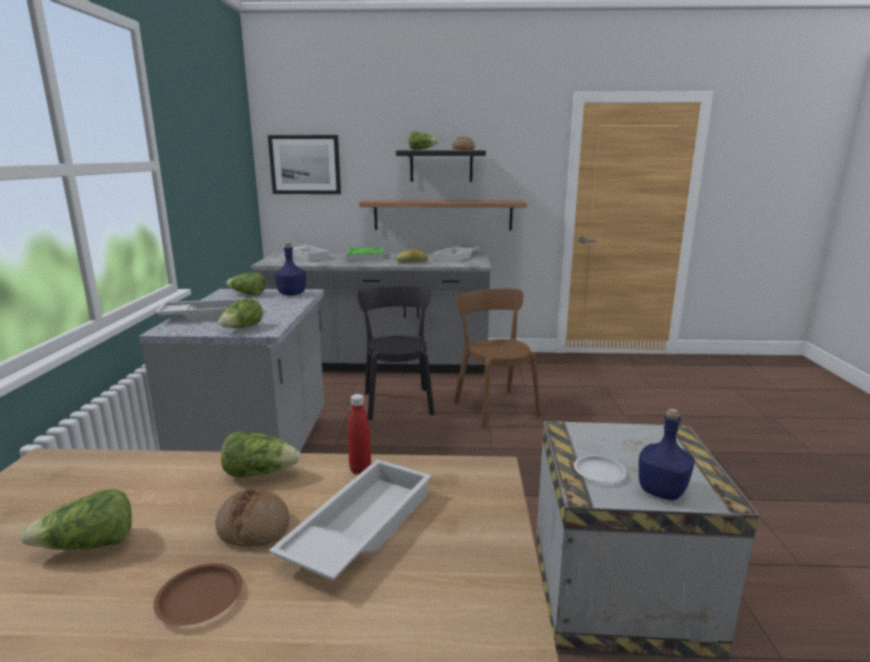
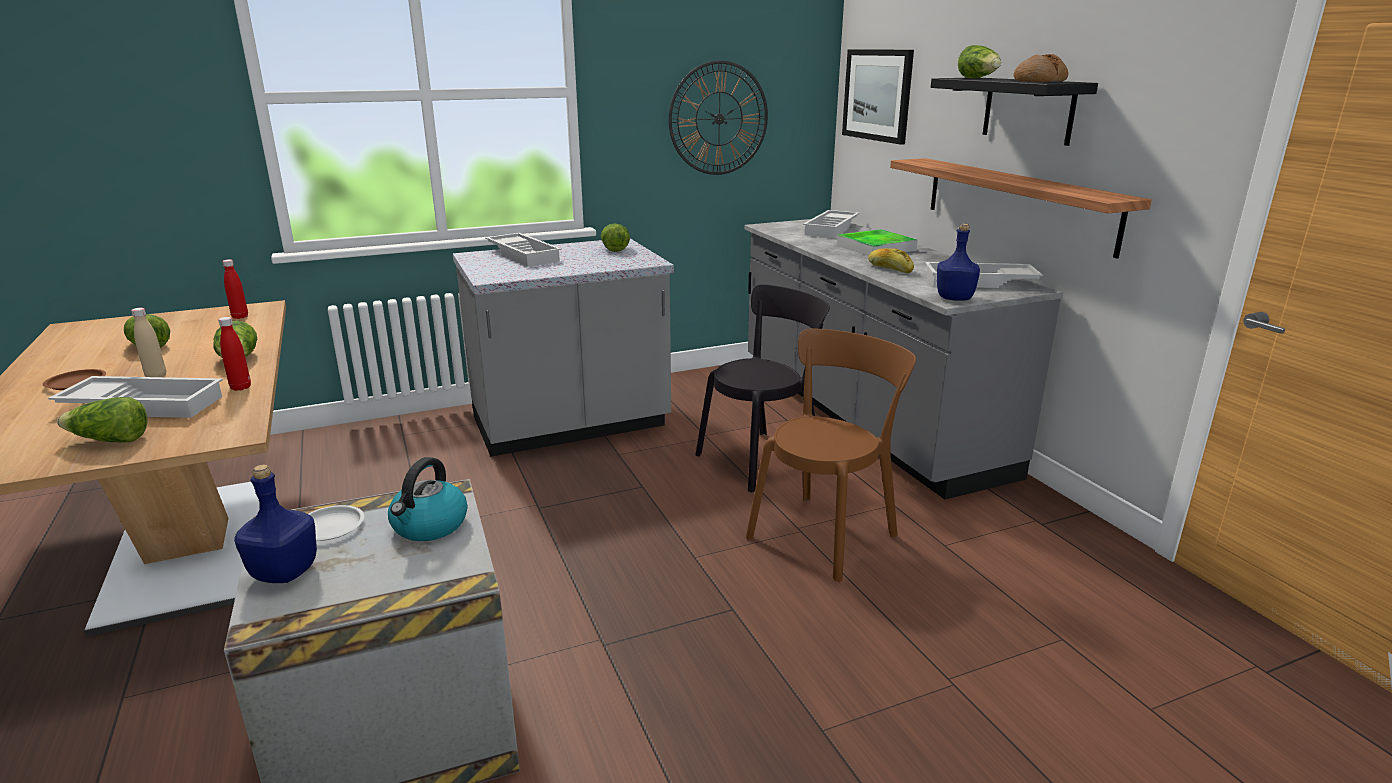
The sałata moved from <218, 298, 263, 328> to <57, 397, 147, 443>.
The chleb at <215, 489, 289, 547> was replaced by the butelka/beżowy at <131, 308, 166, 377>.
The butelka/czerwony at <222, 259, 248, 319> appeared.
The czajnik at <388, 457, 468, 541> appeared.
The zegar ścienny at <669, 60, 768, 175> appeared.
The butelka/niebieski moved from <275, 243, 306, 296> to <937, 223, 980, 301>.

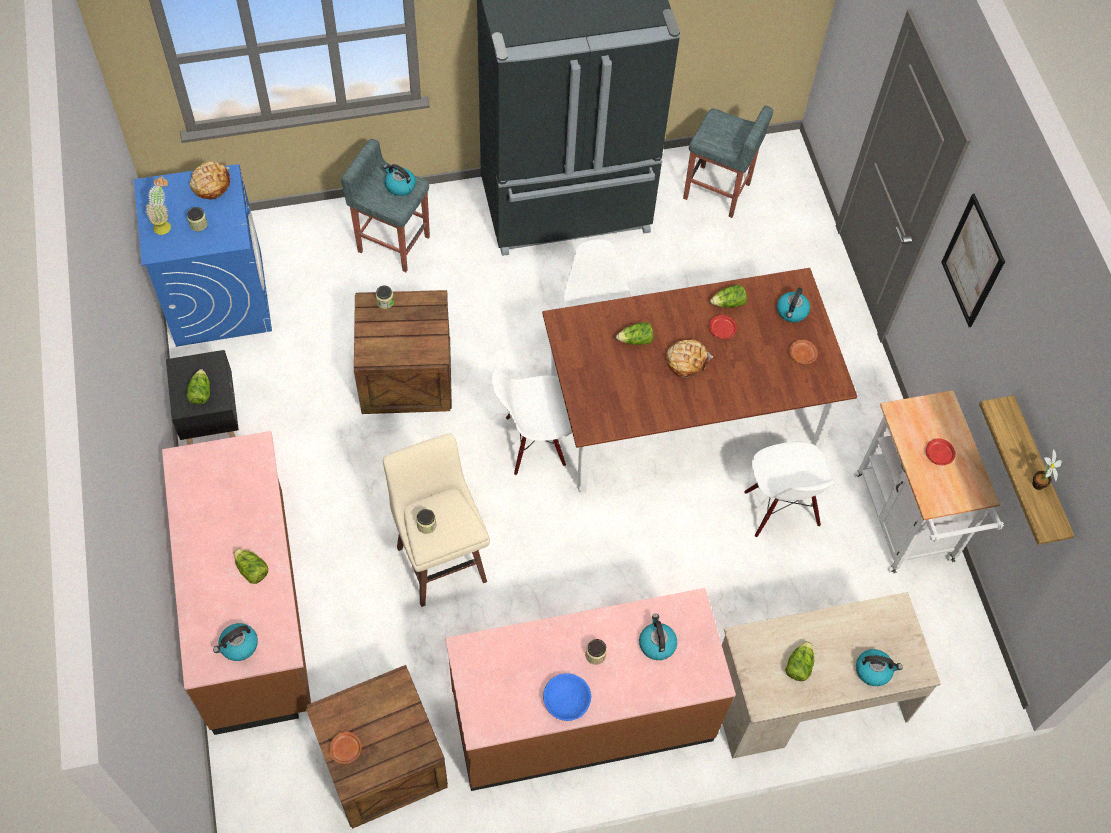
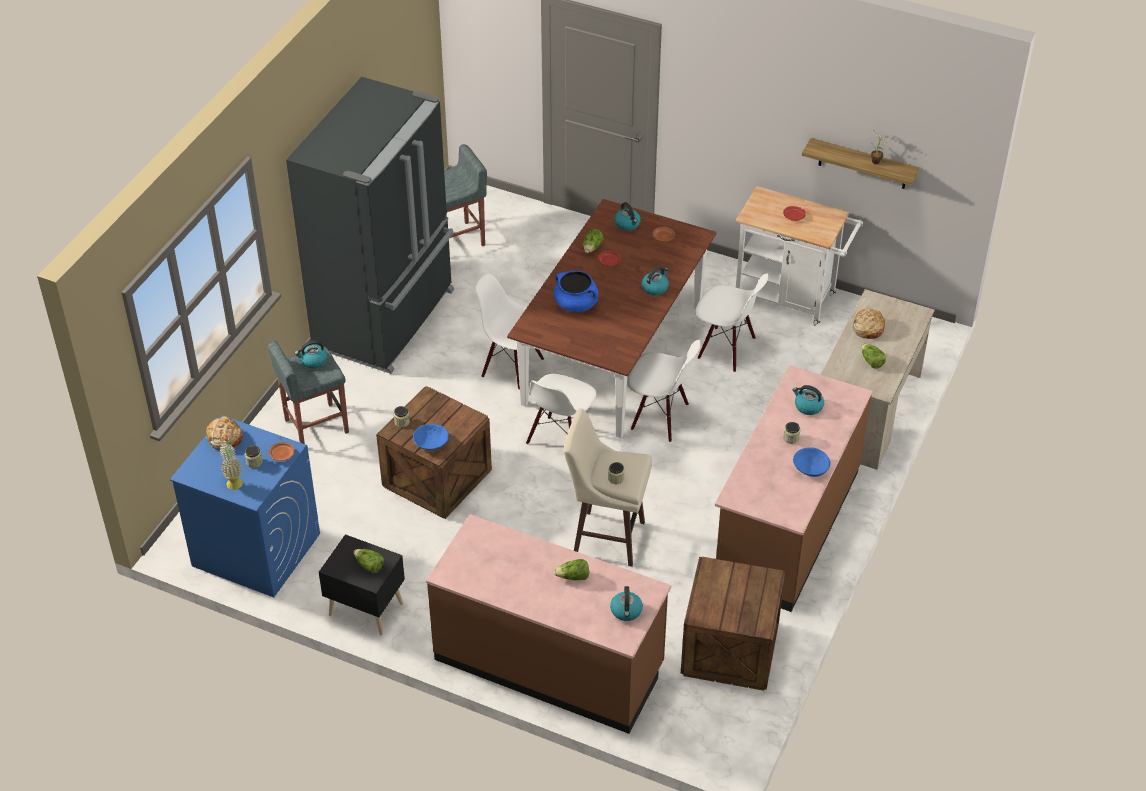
The talerz/brązowy moved from <329, 731, 362, 764> to <269, 442, 294, 461>.
The miska/niebieski at <413, 424, 449, 450> appeared.
The sałata at <616, 322, 654, 345> was replaced by the garnek/niebieski at <554, 271, 598, 312>.
The krzesło/biały at <627, 340, 701, 442> appeared.
The czajnik moved from <856, 649, 902, 686> to <641, 267, 669, 295>.
The chleb moved from <666, 339, 713, 378> to <853, 308, 885, 339>.
The obraz at <941, 194, 1005, 327> disappeared.

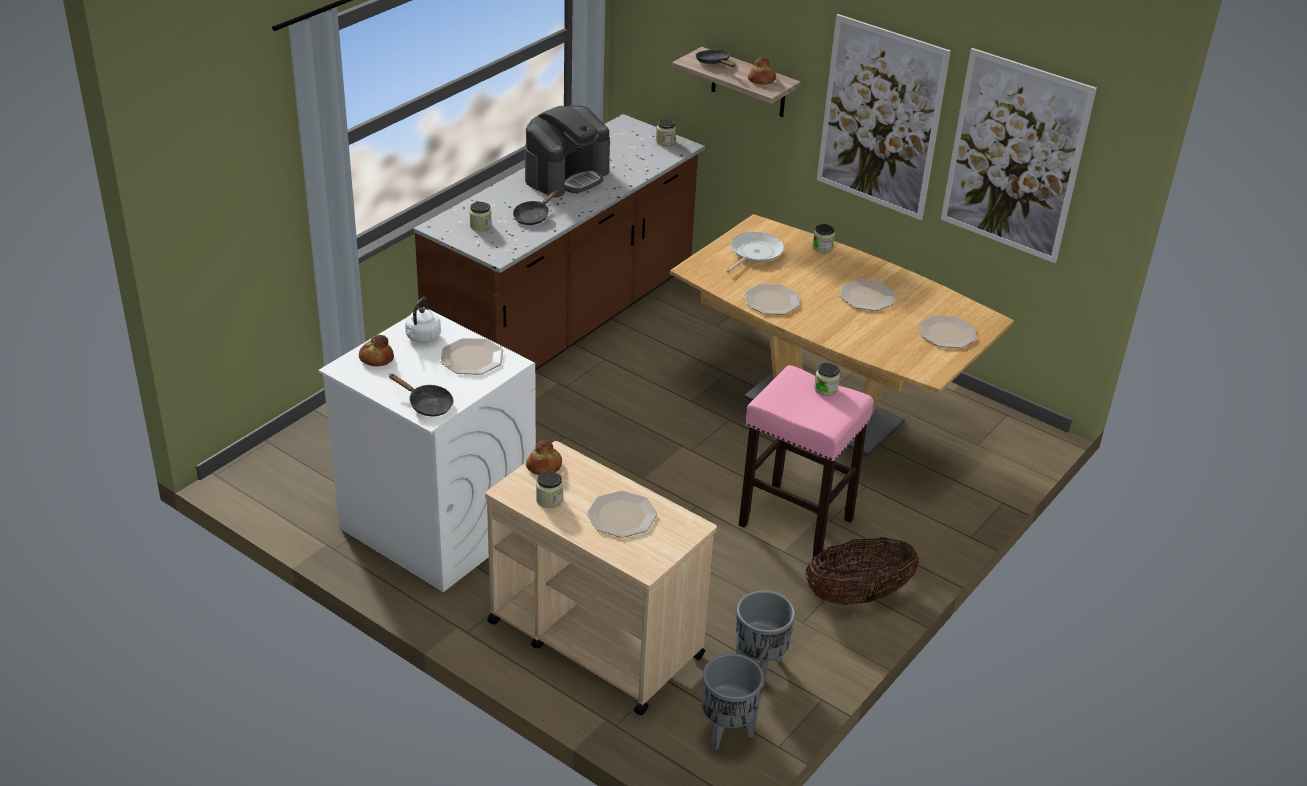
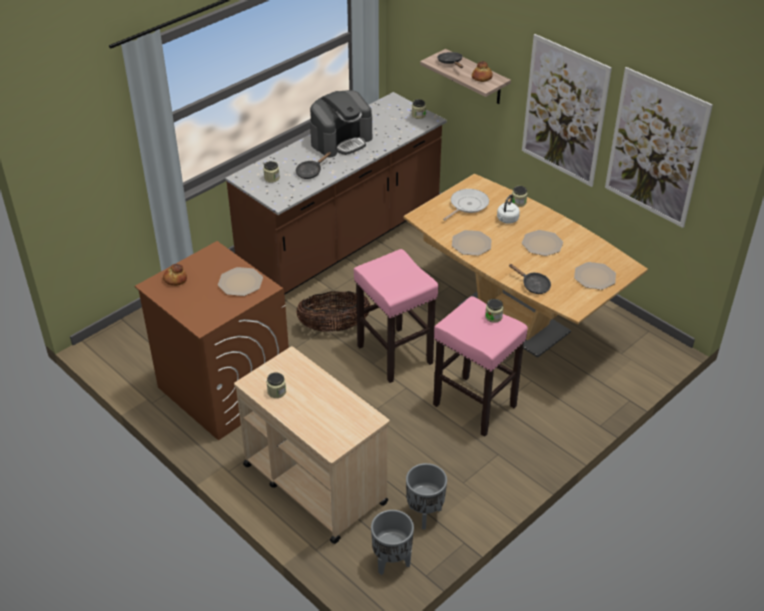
The pralka/biały at <319, 307, 536, 592> became the pralka/brązowy at <135, 241, 289, 440>.
The koszyk moved from <805, 537, 919, 605> to <296, 291, 371, 332>.
The stołek/różowy at <354, 249, 438, 383> appeared.
The czajnik/biały moved from <405, 297, 441, 343> to <497, 194, 520, 224>.
The patelnia/czarny moved from <389, 374, 453, 417> to <509, 264, 551, 294>.
The chleb at <526, 440, 562, 475> disappeared.
The talerz at <587, 491, 657, 538> disappeared.

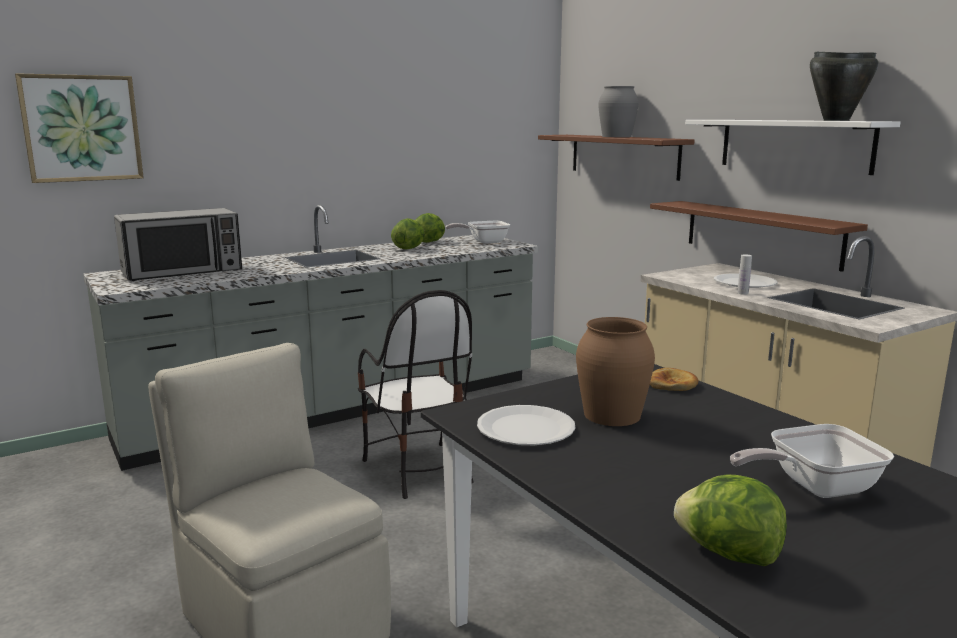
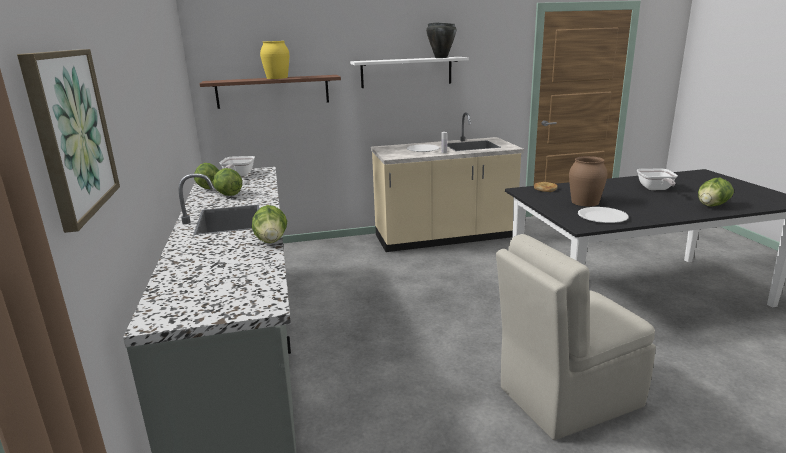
The sałata at <252, 205, 287, 243> appeared.
The wazon/szary at <598, 86, 638, 137> became the wazon/żółty at <260, 41, 289, 79>.
The mikrofalówka at <114, 208, 242, 281> disappeared.
The krzesło at <358, 290, 473, 499> disappeared.
The półka/brązowy at <650, 201, 868, 272> disappeared.

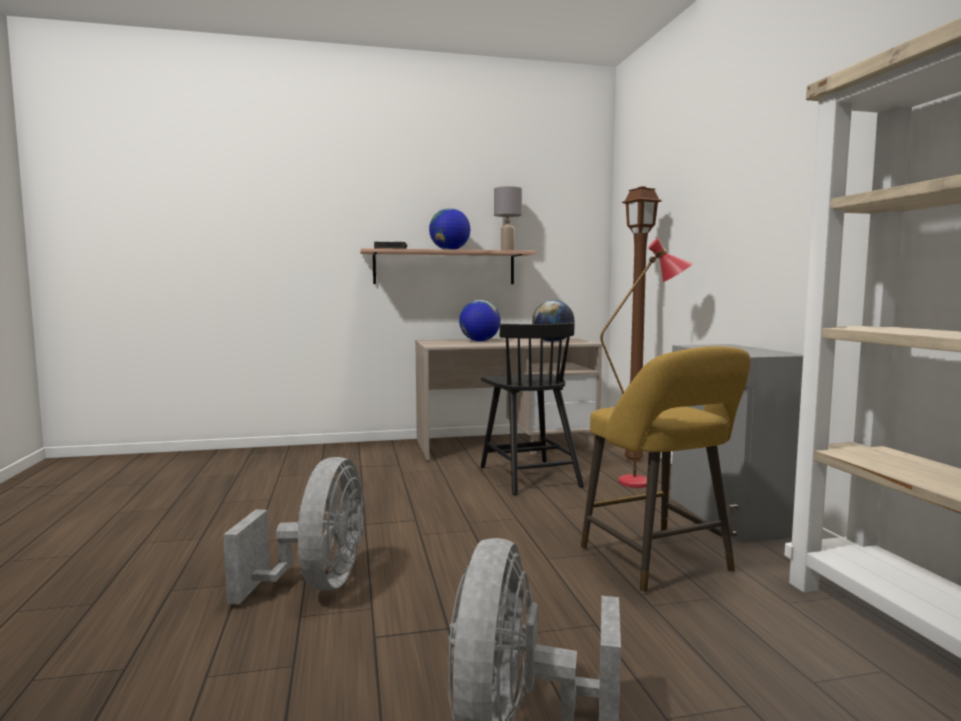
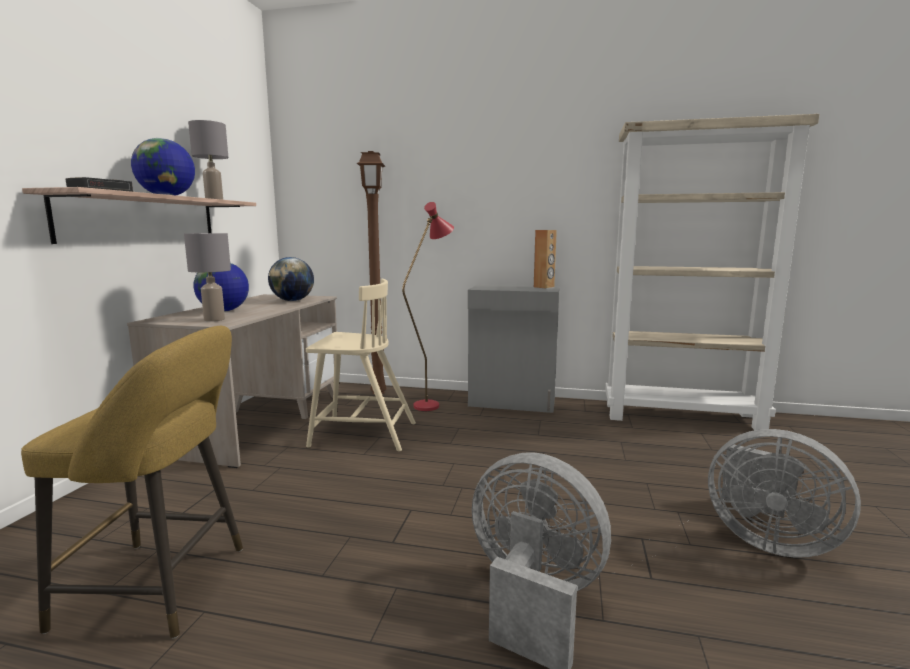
The stołek/żółty moved from <581, 346, 750, 593> to <21, 326, 243, 638>.
The lampa stołowa/szary at <184, 233, 231, 322> appeared.
The krzesło/czarny at <480, 322, 584, 495> became the krzesło/beżowy at <306, 279, 416, 452>.
The głośnik/brązowy at <534, 230, 557, 288> appeared.

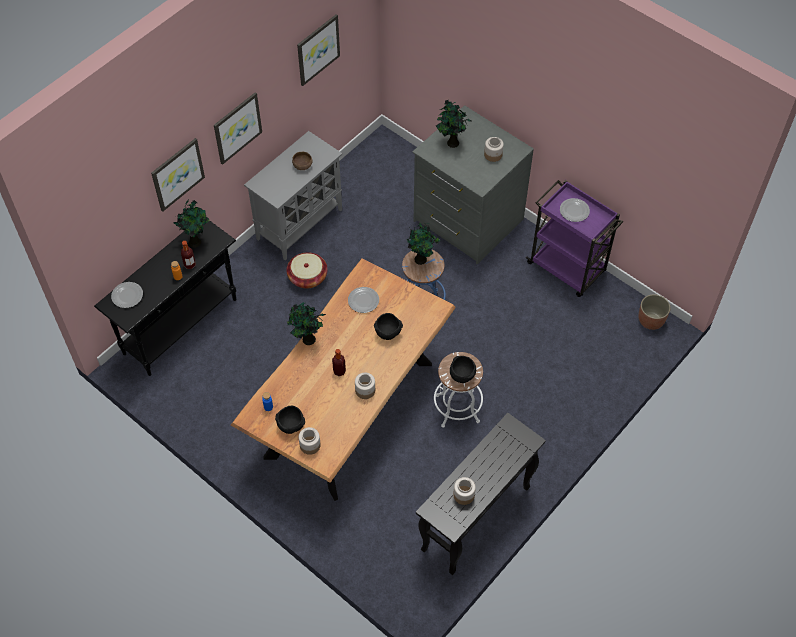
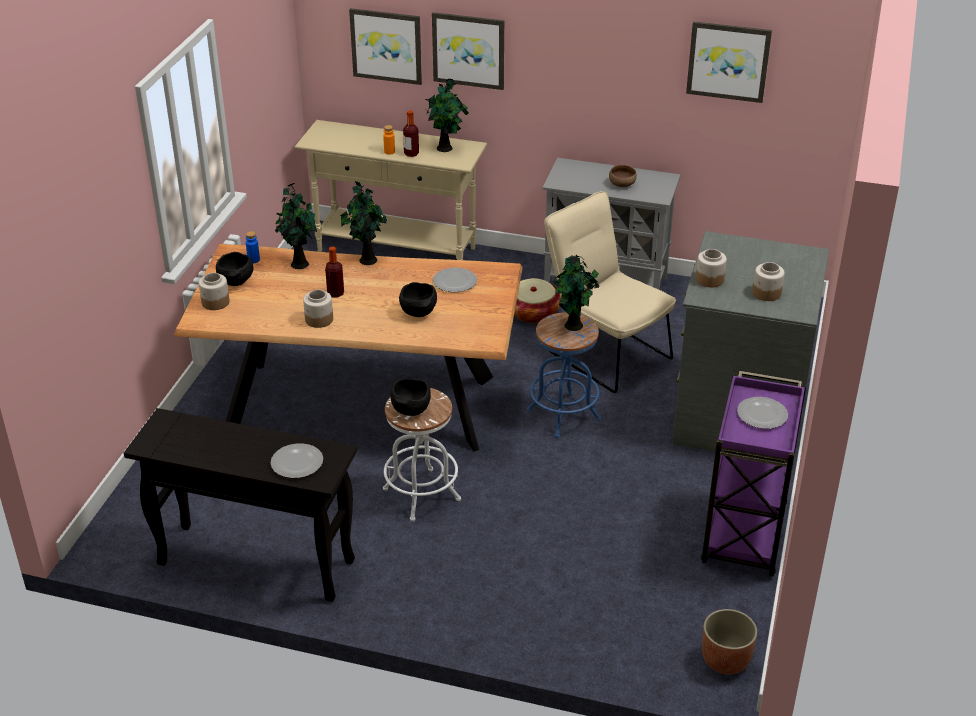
The talerz moved from <111, 282, 143, 308> to <271, 443, 323, 478>.
The roślina doniczkowa moved from <436, 100, 472, 148> to <275, 183, 317, 269>.
The stolik konsolowy/czarny at <94, 221, 236, 376> became the stolik konsolowy/beżowy at <295, 120, 487, 260>.
The obraz moved from <214, 92, 262, 165> to <349, 8, 422, 85>.
The krzesło/beżowy at <544, 191, 676, 393> appeared.
The słoik moved from <453, 477, 476, 505> to <696, 249, 727, 288>.

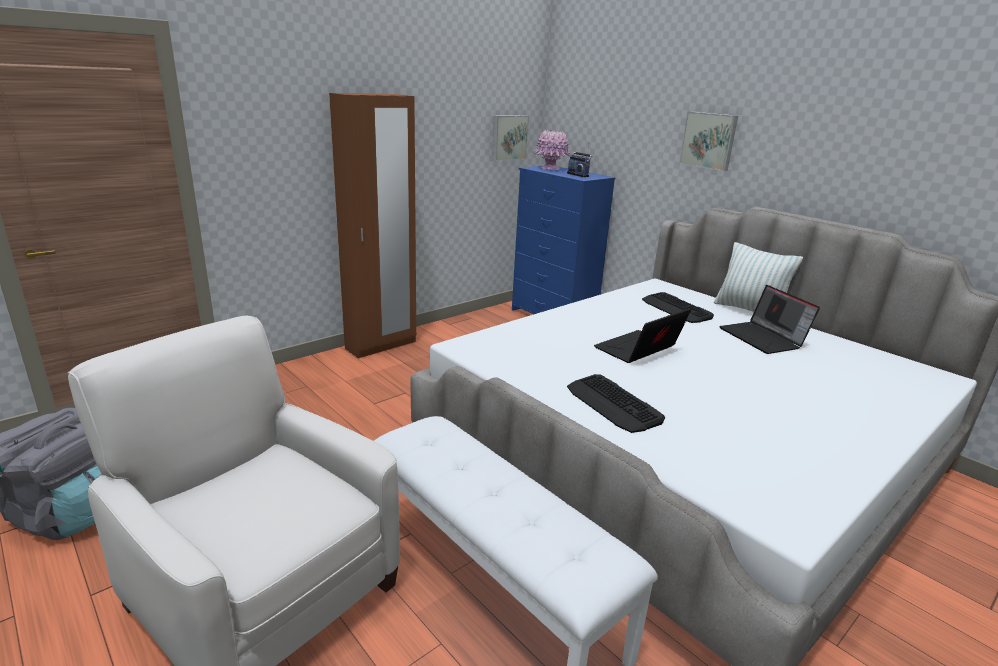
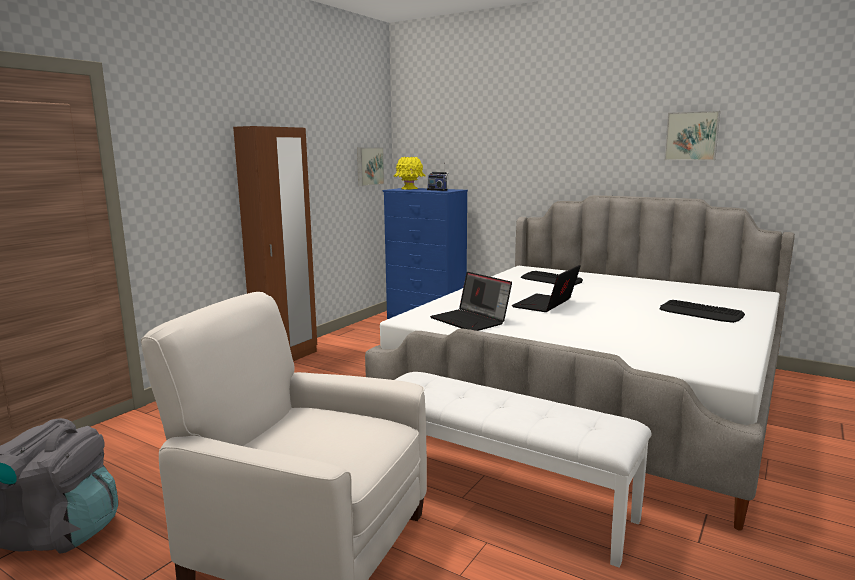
The wazon/różowy at <534, 130, 570, 170> became the wazon/żółty at <394, 156, 426, 190>.
The laptop moved from <719, 285, 820, 354> to <430, 272, 512, 331>.
The klawiatura moved from <567, 374, 665, 433> to <660, 300, 745, 323>.
The obraz moved from <679, 111, 738, 171> to <664, 111, 720, 160>.
The poduszka at <714, 242, 803, 312> disappeared.

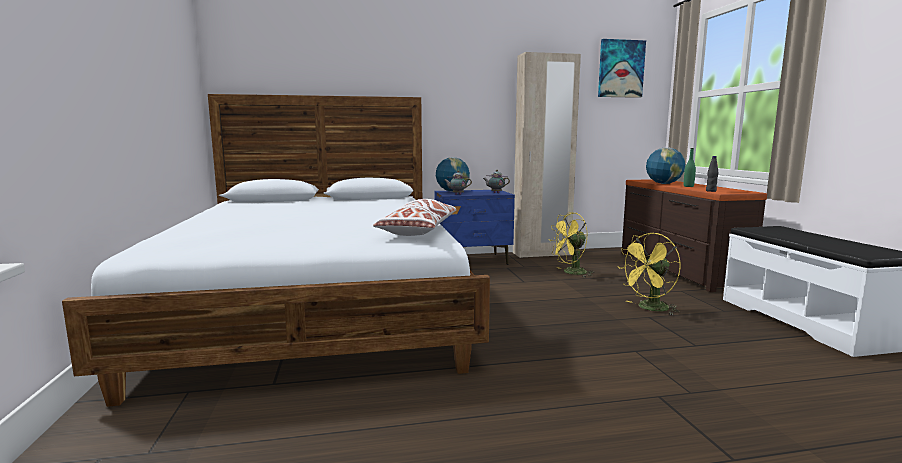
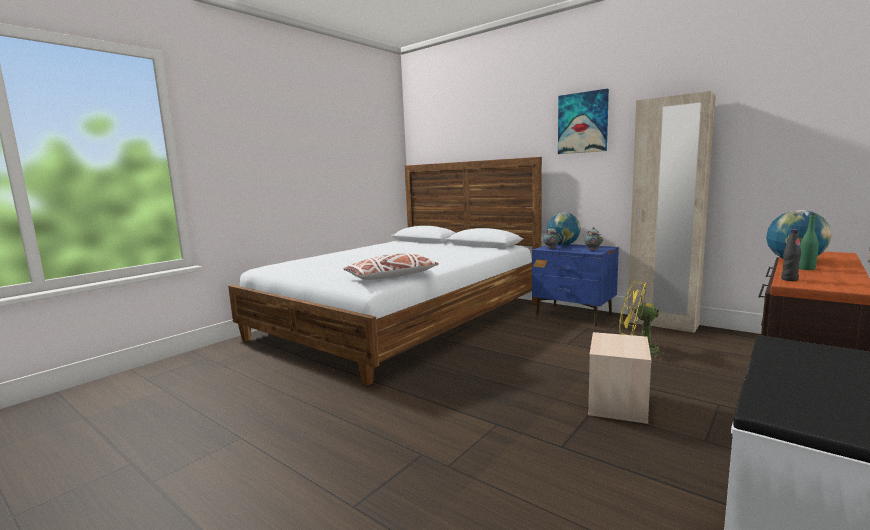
The obraz moved from <598, 39, 646, 98> to <558, 89, 609, 154>.
The wentylator/żółty at <619, 233, 681, 315> was replaced by the pojemnik do przechowywania/beżowy at <588, 332, 651, 424>.

